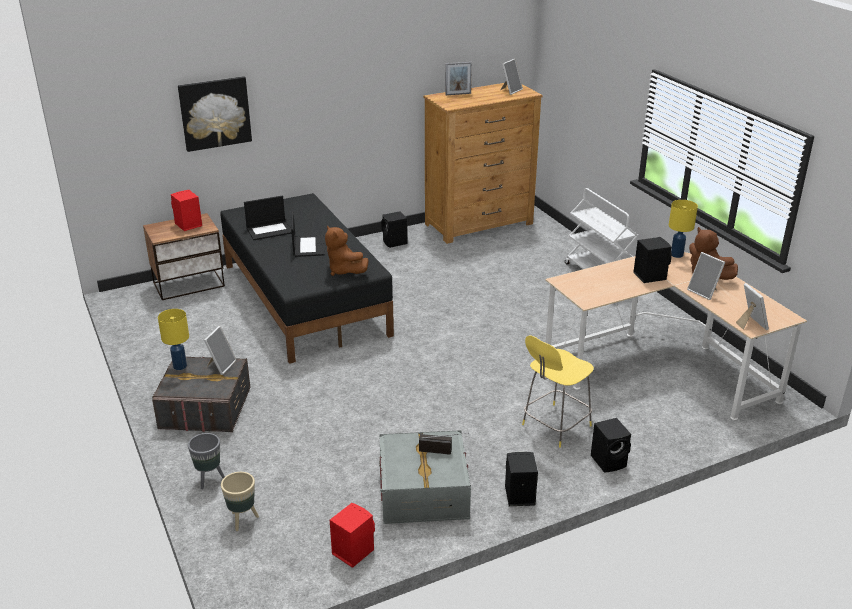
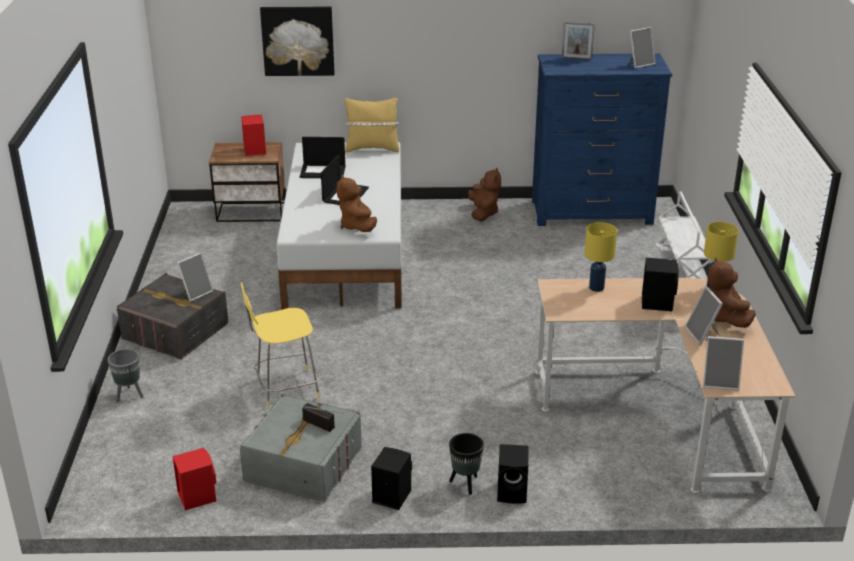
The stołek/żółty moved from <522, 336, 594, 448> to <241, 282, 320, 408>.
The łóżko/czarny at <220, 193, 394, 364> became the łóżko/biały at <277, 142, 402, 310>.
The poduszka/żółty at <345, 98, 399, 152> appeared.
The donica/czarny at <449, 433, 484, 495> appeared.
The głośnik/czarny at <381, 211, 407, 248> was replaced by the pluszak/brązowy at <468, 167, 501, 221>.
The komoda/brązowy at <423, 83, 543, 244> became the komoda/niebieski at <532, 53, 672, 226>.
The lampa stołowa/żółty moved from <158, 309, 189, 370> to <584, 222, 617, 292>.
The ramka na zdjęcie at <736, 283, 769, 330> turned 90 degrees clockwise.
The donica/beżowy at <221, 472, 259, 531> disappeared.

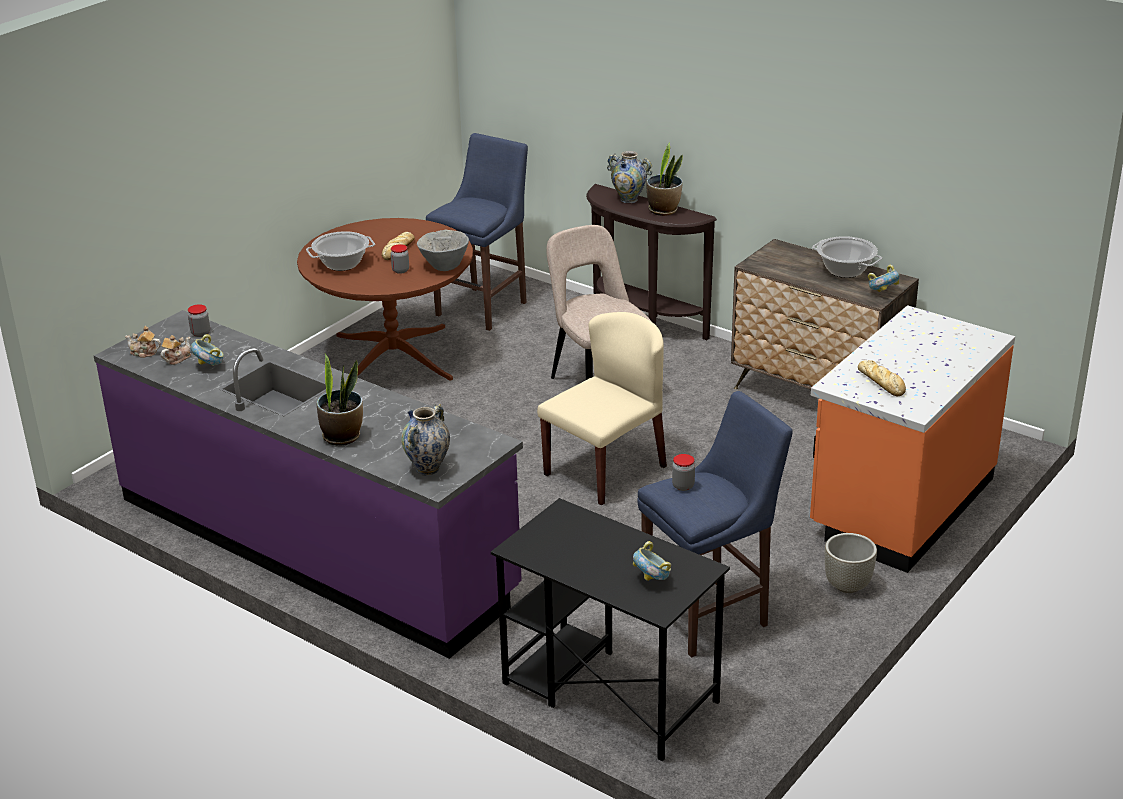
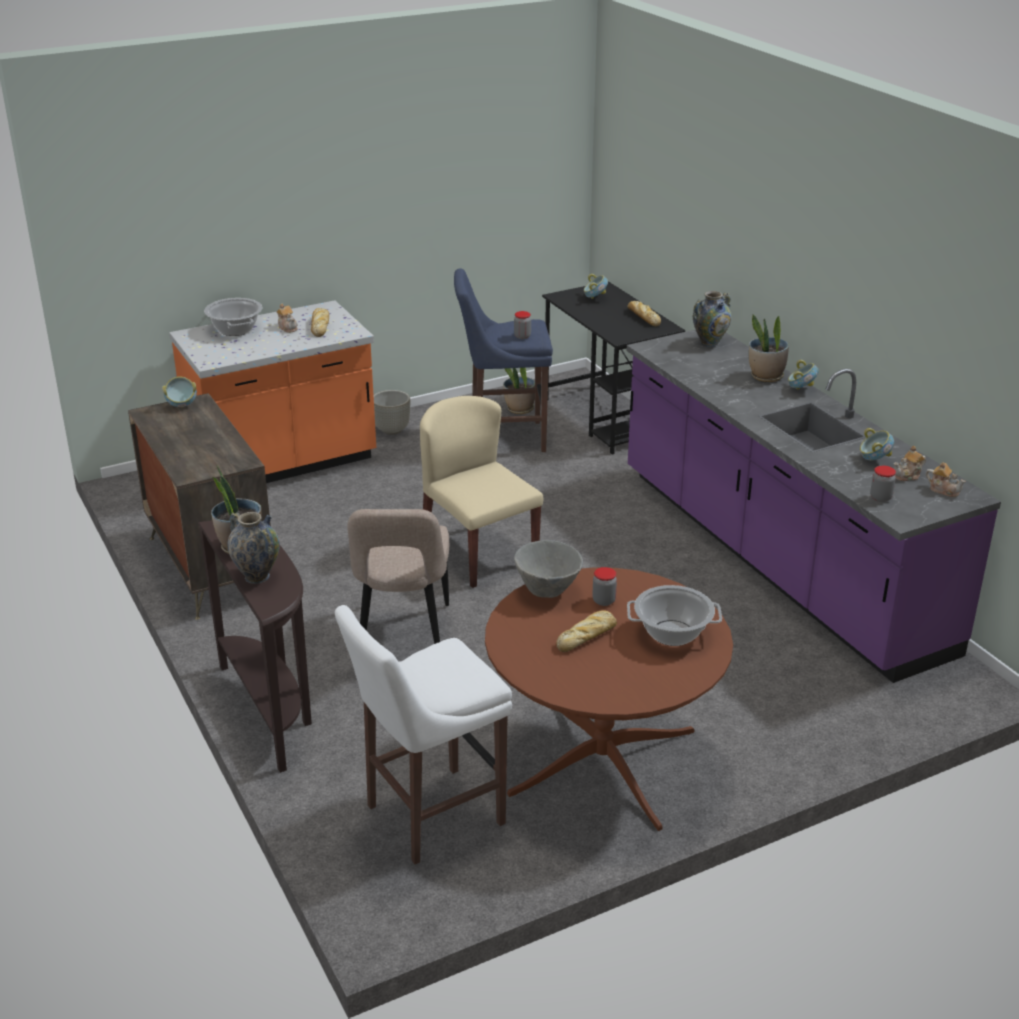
The garnek moved from <812, 236, 882, 278> to <204, 298, 262, 336>.
The imbryk at <277, 304, 298, 333> appeared.
The stołek/niebieski at <426, 133, 528, 331> became the stołek/biały at <335, 605, 512, 864>.
The krzesło/beżowy at <537, 312, 667, 505> turned 75 degrees clockwise.
The roślina doniczkowa at <503, 368, 535, 414> appeared.
The chleb at <628, 301, 661, 326> appeared.
The miska at <788, 360, 819, 390> appeared.

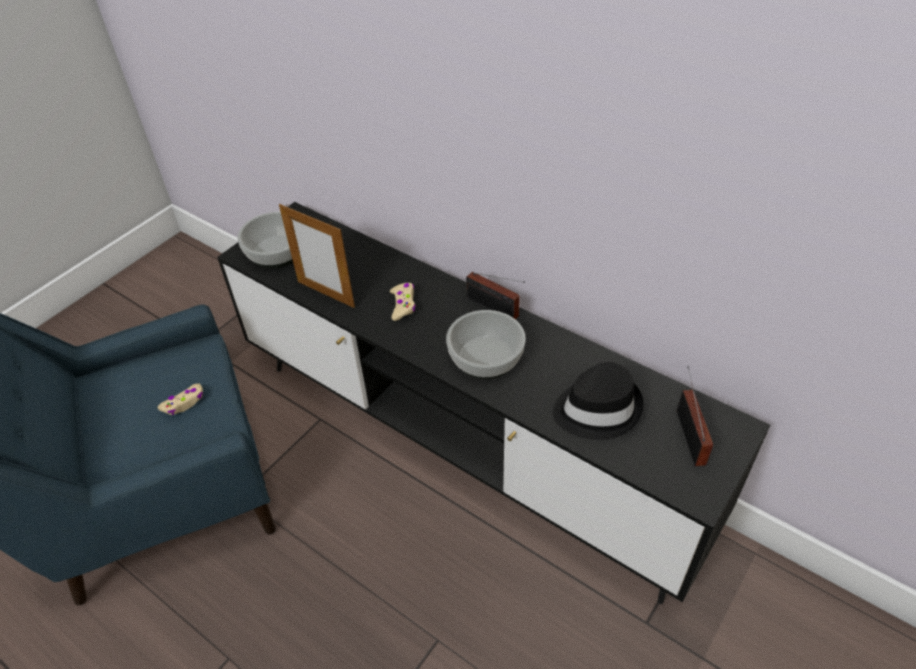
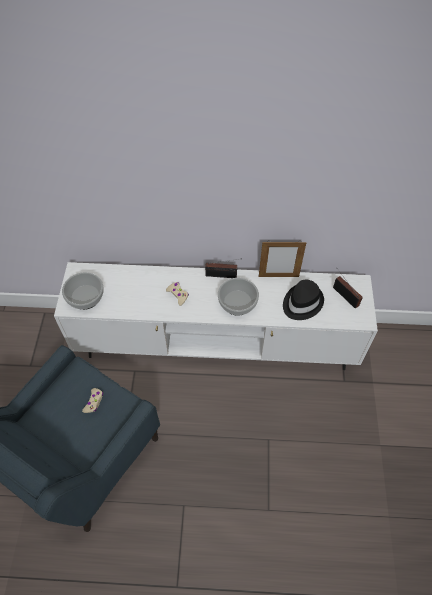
The szafka pod telewizor/czarny at <217, 202, 770, 604> became the szafka pod telewizor/biały at <54, 262, 378, 370>.
The ramka na zdjęcie moved from <279, 204, 355, 308> to <259, 242, 307, 277>.

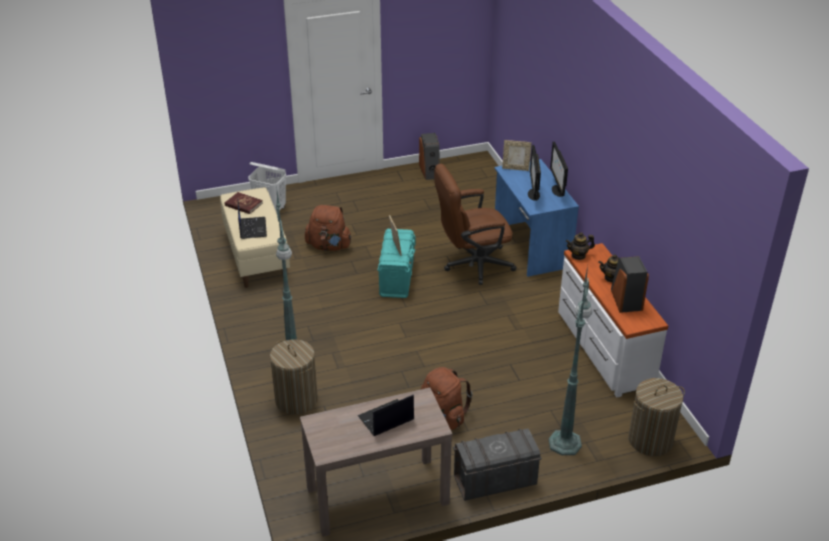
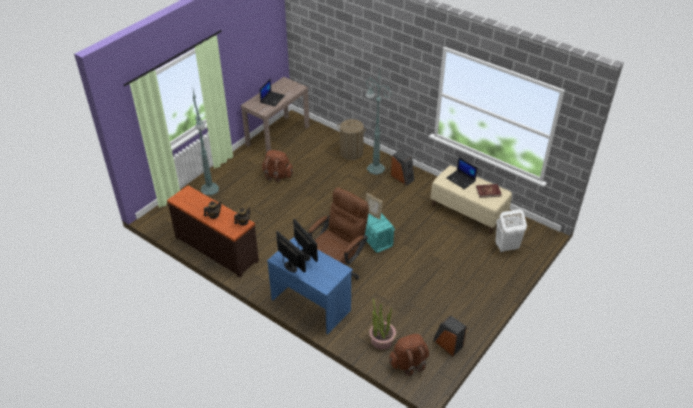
The komoda/biały at <558, 243, 668, 397> became the komoda/brązowy at <167, 185, 259, 278>.
The roślina doniczkowa at <369, 298, 396, 349> appeared.
The plecak/brązowy moved from <305, 205, 352, 251> to <389, 334, 429, 376>.
The głośnik moved from <611, 256, 649, 313> to <391, 150, 414, 185>.
The pojemnik do przechowywania/szary at <453, 428, 542, 501> disappeared.
The ramka na zdjęcie at <502, 140, 532, 171> disappeared.
The kosz na pranie at <628, 378, 685, 456> disappeared.

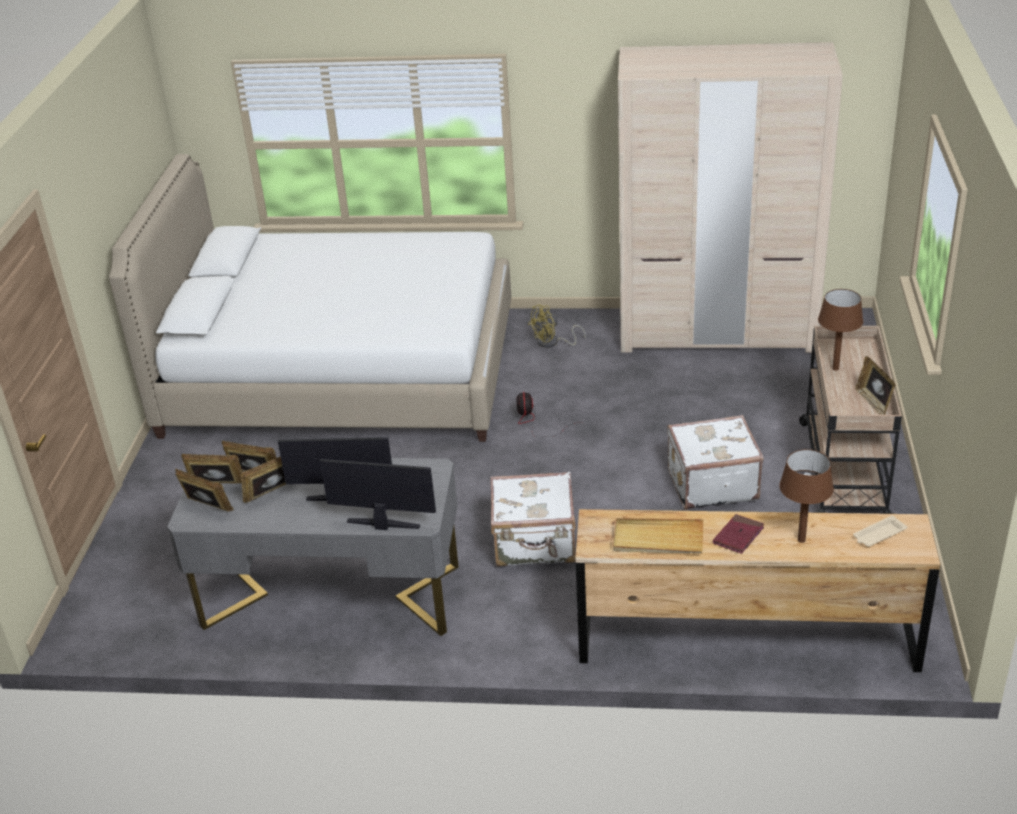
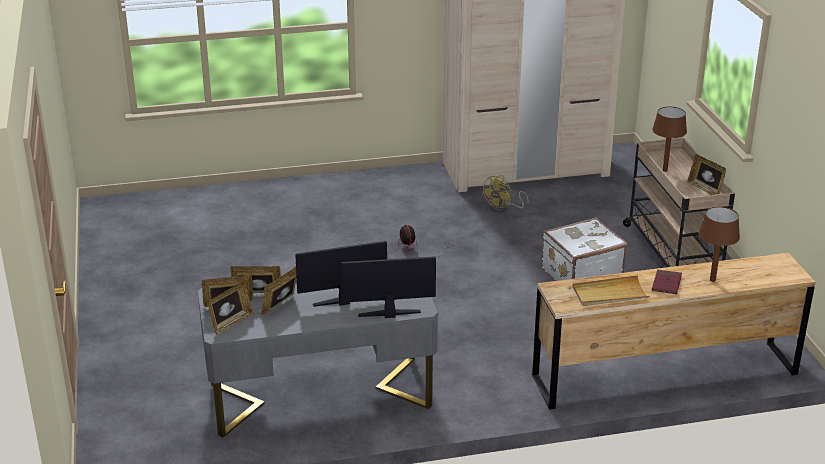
The ramka na zdjęcie at <175, 469, 234, 512> turned 120 degrees clockwise.
The wentylator/żółty moved from <528, 304, 586, 348> to <482, 175, 529, 213>.
The łóżko/biały at <109, 154, 511, 442> disappeared.
The walizka/biały at <490, 471, 576, 567> disappeared.
The taca/beżowy at <853, 515, 907, 547> disappeared.

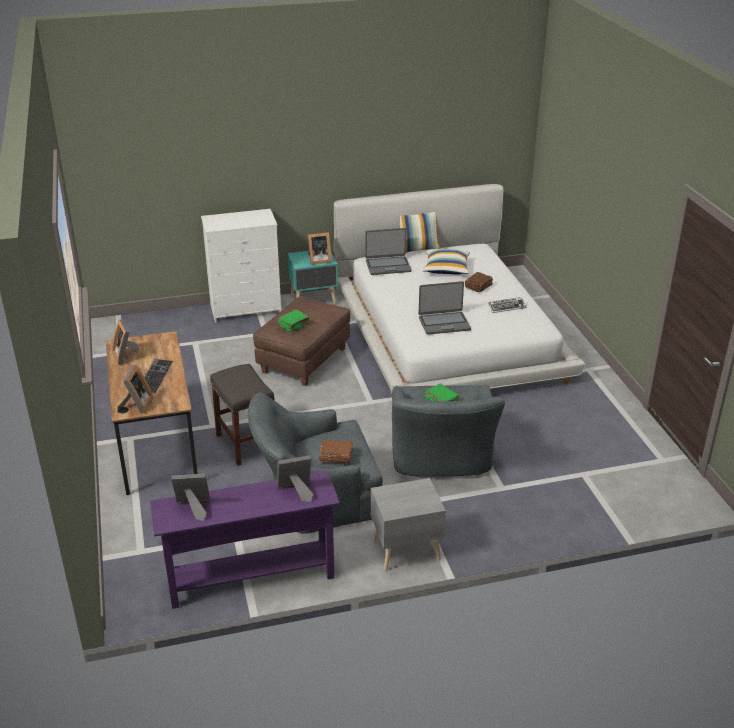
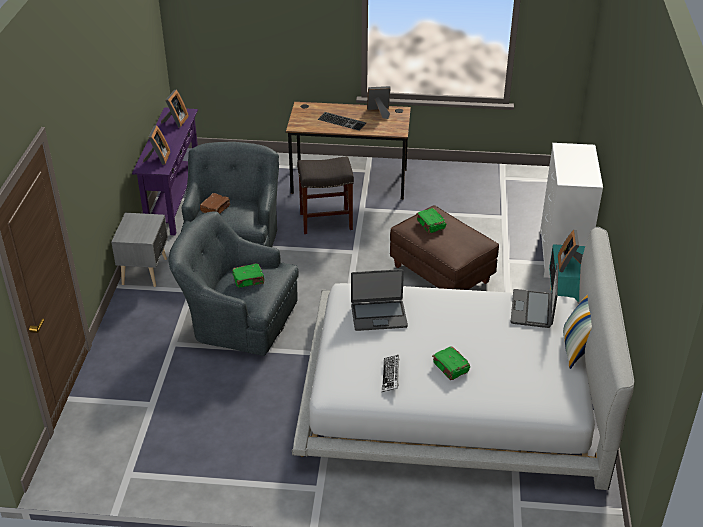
The laptop at <419, 281, 471, 335> turned 105 degrees counterclockwise.
The książka/brązowy at <465, 272, 493, 292> became the książka/zielony at <432, 346, 470, 380>.
The ramka na zdjęcie at <117, 365, 153, 414> disappeared.
The poduszka at <423, 249, 470, 274> disappeared.

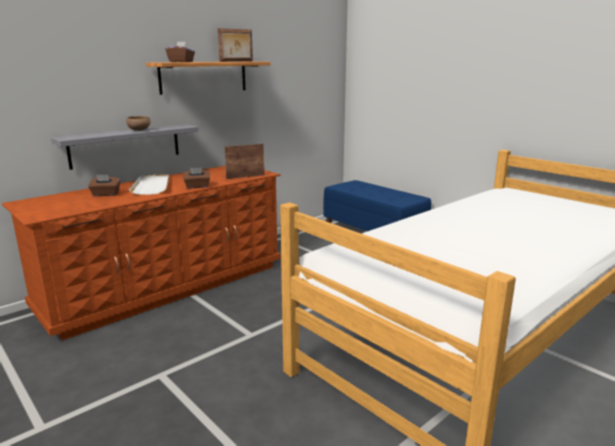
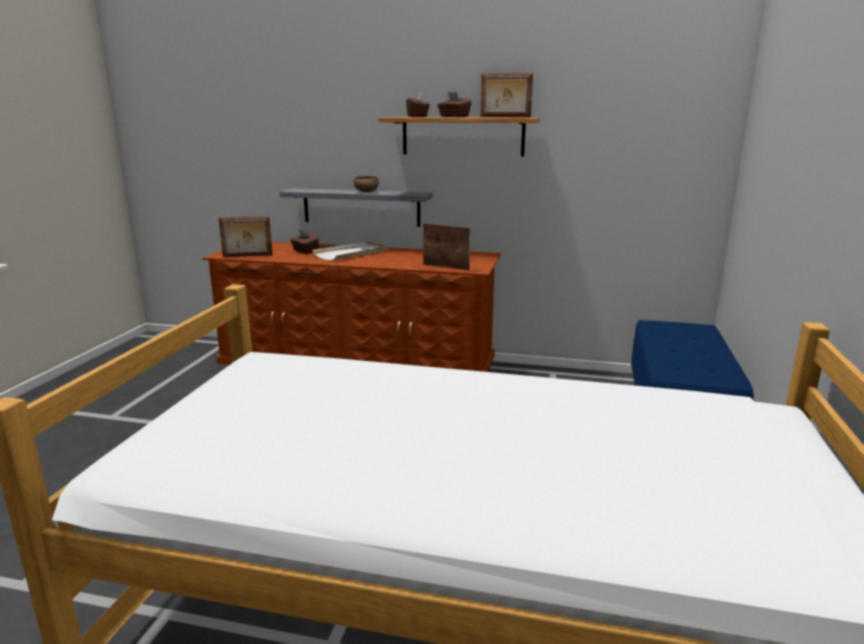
The ramka na zdjęcie at <218, 217, 273, 257> appeared.
The pudełko chusteczek/brązowy moved from <183, 168, 210, 189> to <438, 92, 472, 117>.

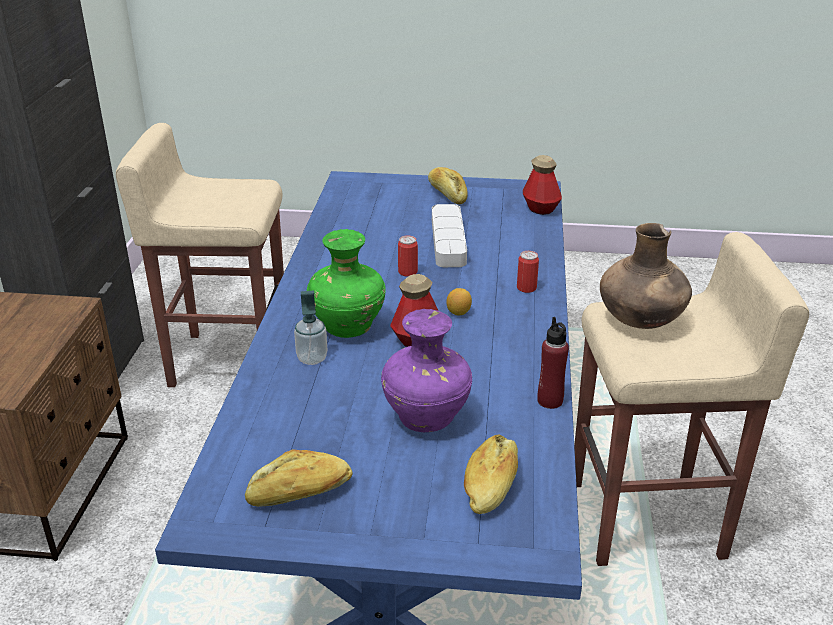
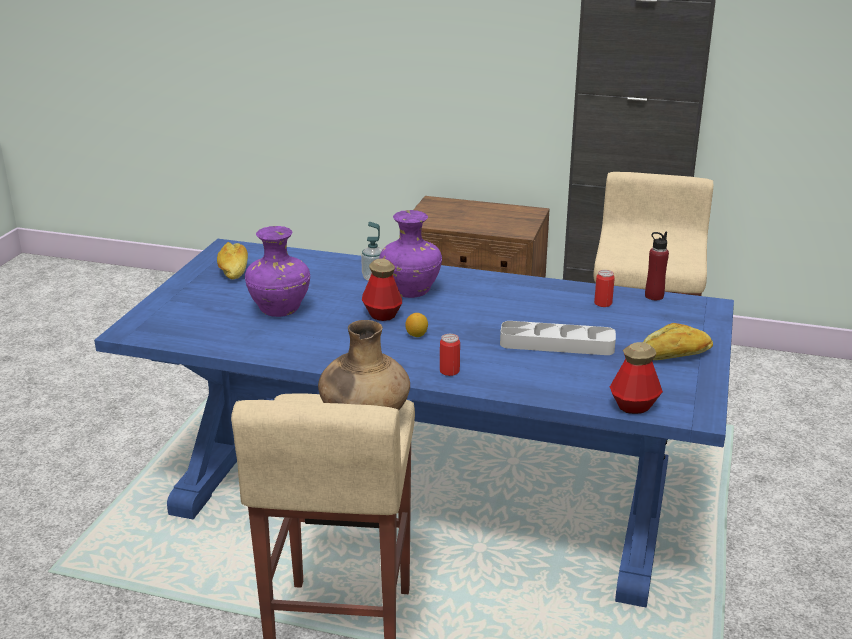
The wazon/zielony at <307, 229, 386, 338> became the wazon/fioletowy at <379, 210, 442, 298>.
The puszka moved from <398, 236, 418, 277> to <594, 270, 615, 307>.
The butelka/czerwony moved from <537, 317, 569, 409> to <645, 231, 669, 300>.
The chleb at <464, 434, 518, 514> disappeared.

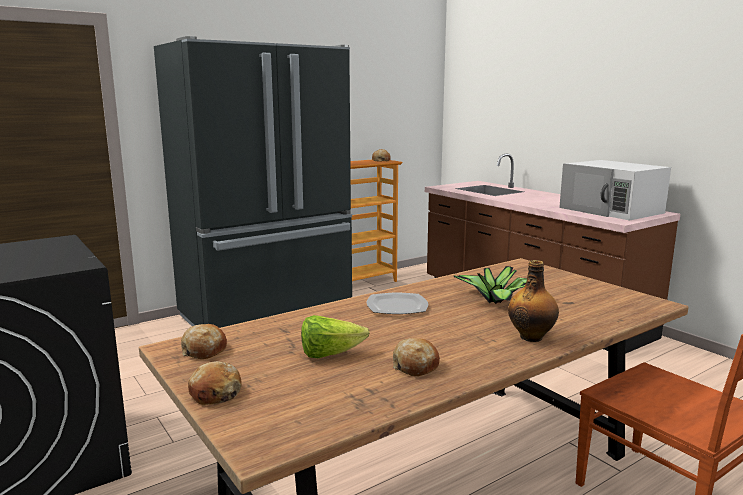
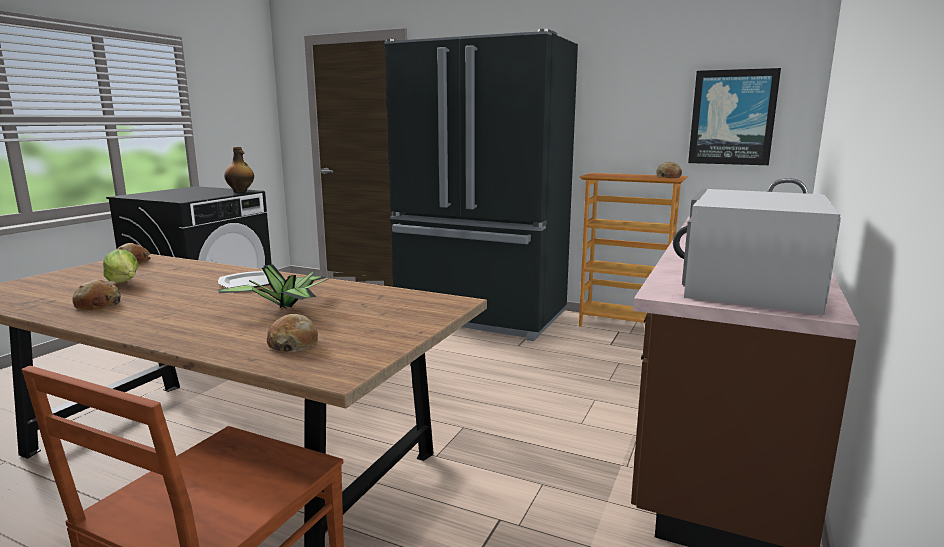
The butelka moved from <508, 260, 559, 342> to <224, 147, 254, 192>.
The chleb moved from <188, 361, 242, 405> to <267, 314, 318, 352>.
The obraz at <688, 68, 781, 165> appeared.

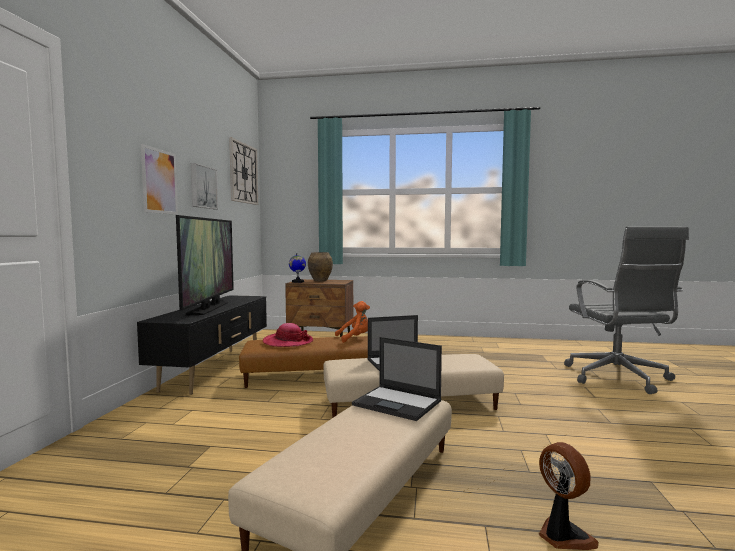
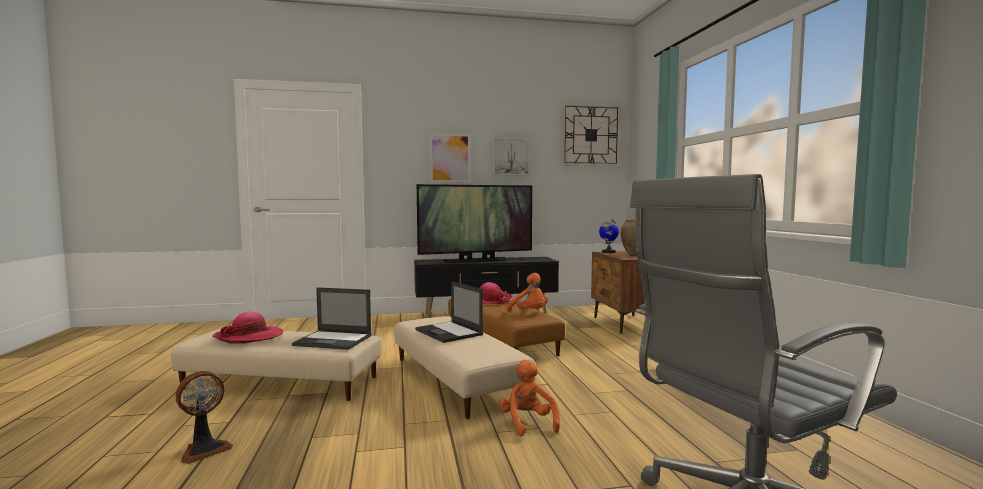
The kapelusz at <213, 312, 283, 344> appeared.
The laptop at <352, 337, 442, 421> turned 90 degrees counterclockwise.
The pluszak/pomarańczowy at <499, 360, 560, 436> appeared.

